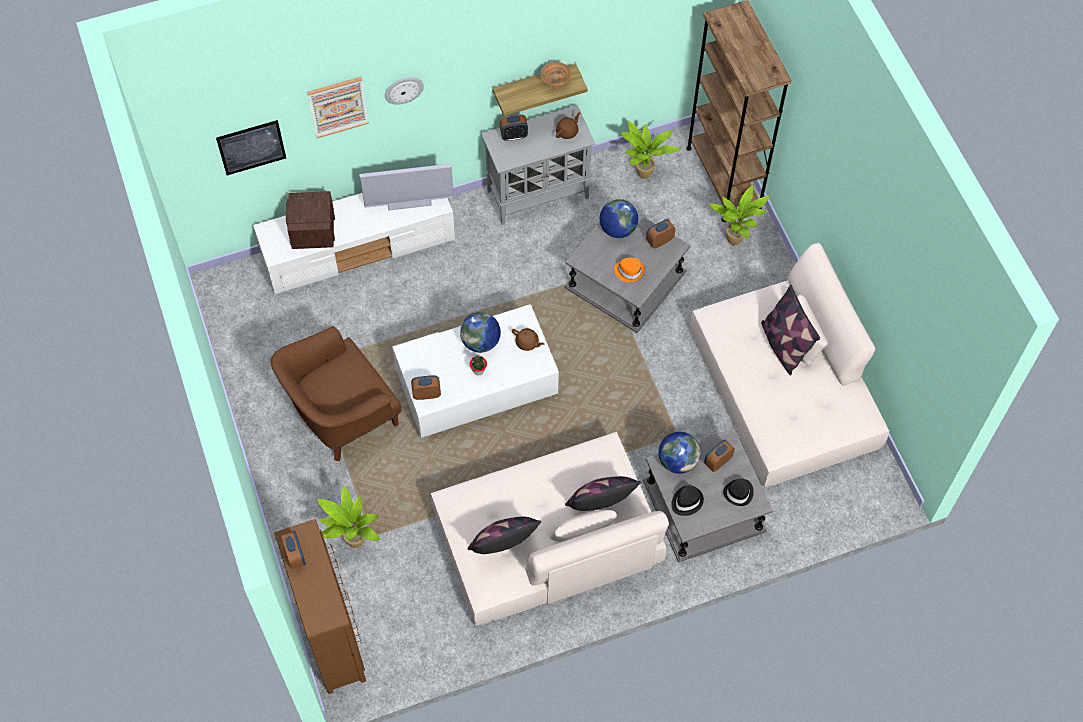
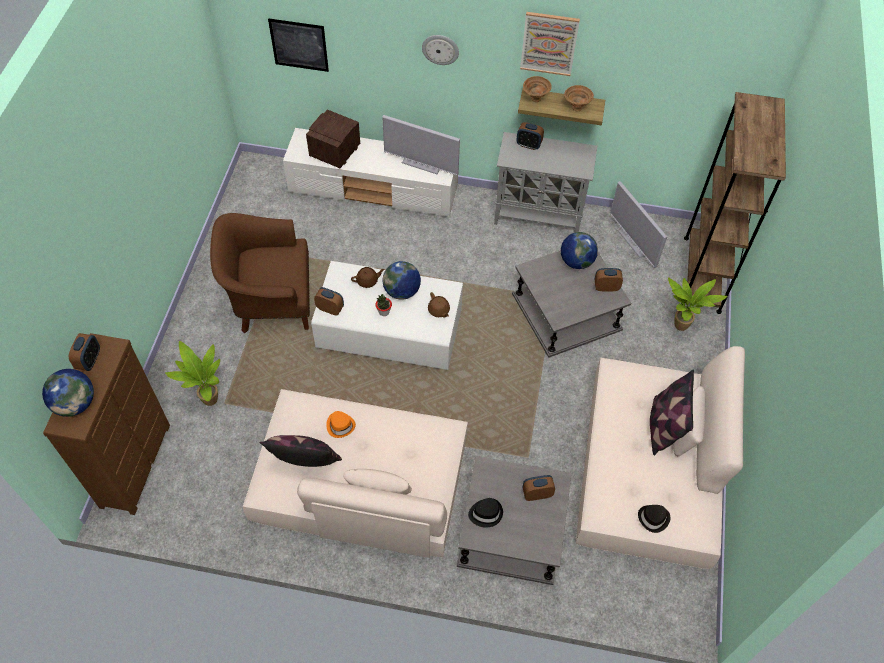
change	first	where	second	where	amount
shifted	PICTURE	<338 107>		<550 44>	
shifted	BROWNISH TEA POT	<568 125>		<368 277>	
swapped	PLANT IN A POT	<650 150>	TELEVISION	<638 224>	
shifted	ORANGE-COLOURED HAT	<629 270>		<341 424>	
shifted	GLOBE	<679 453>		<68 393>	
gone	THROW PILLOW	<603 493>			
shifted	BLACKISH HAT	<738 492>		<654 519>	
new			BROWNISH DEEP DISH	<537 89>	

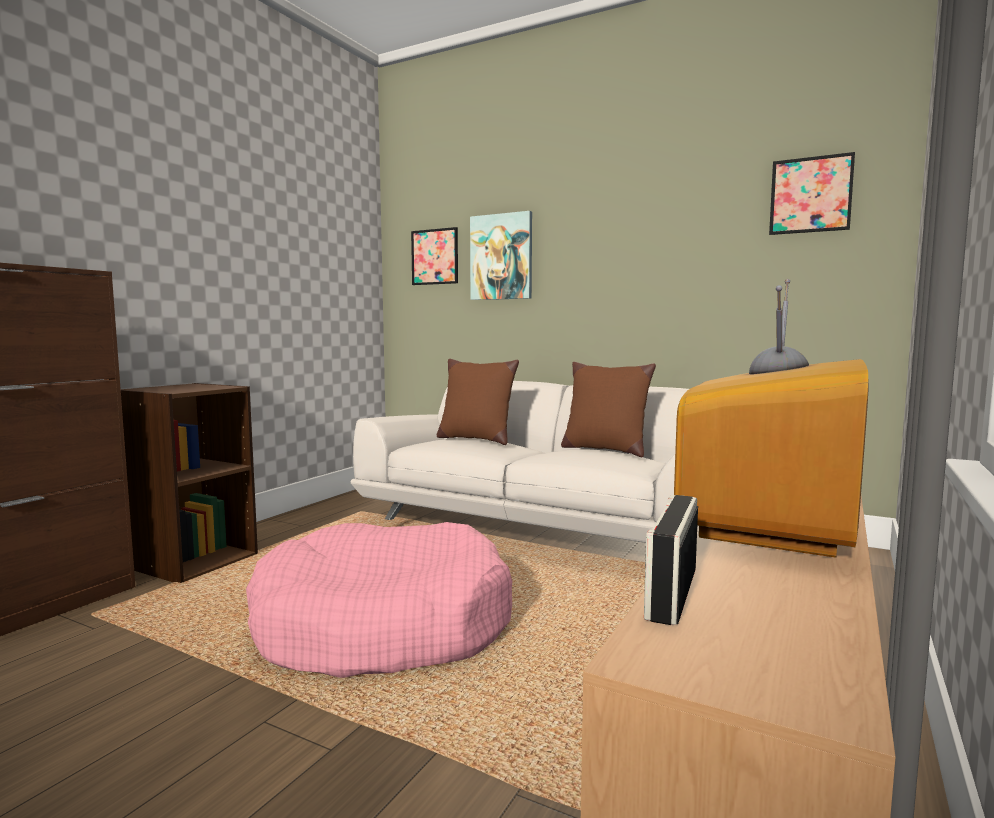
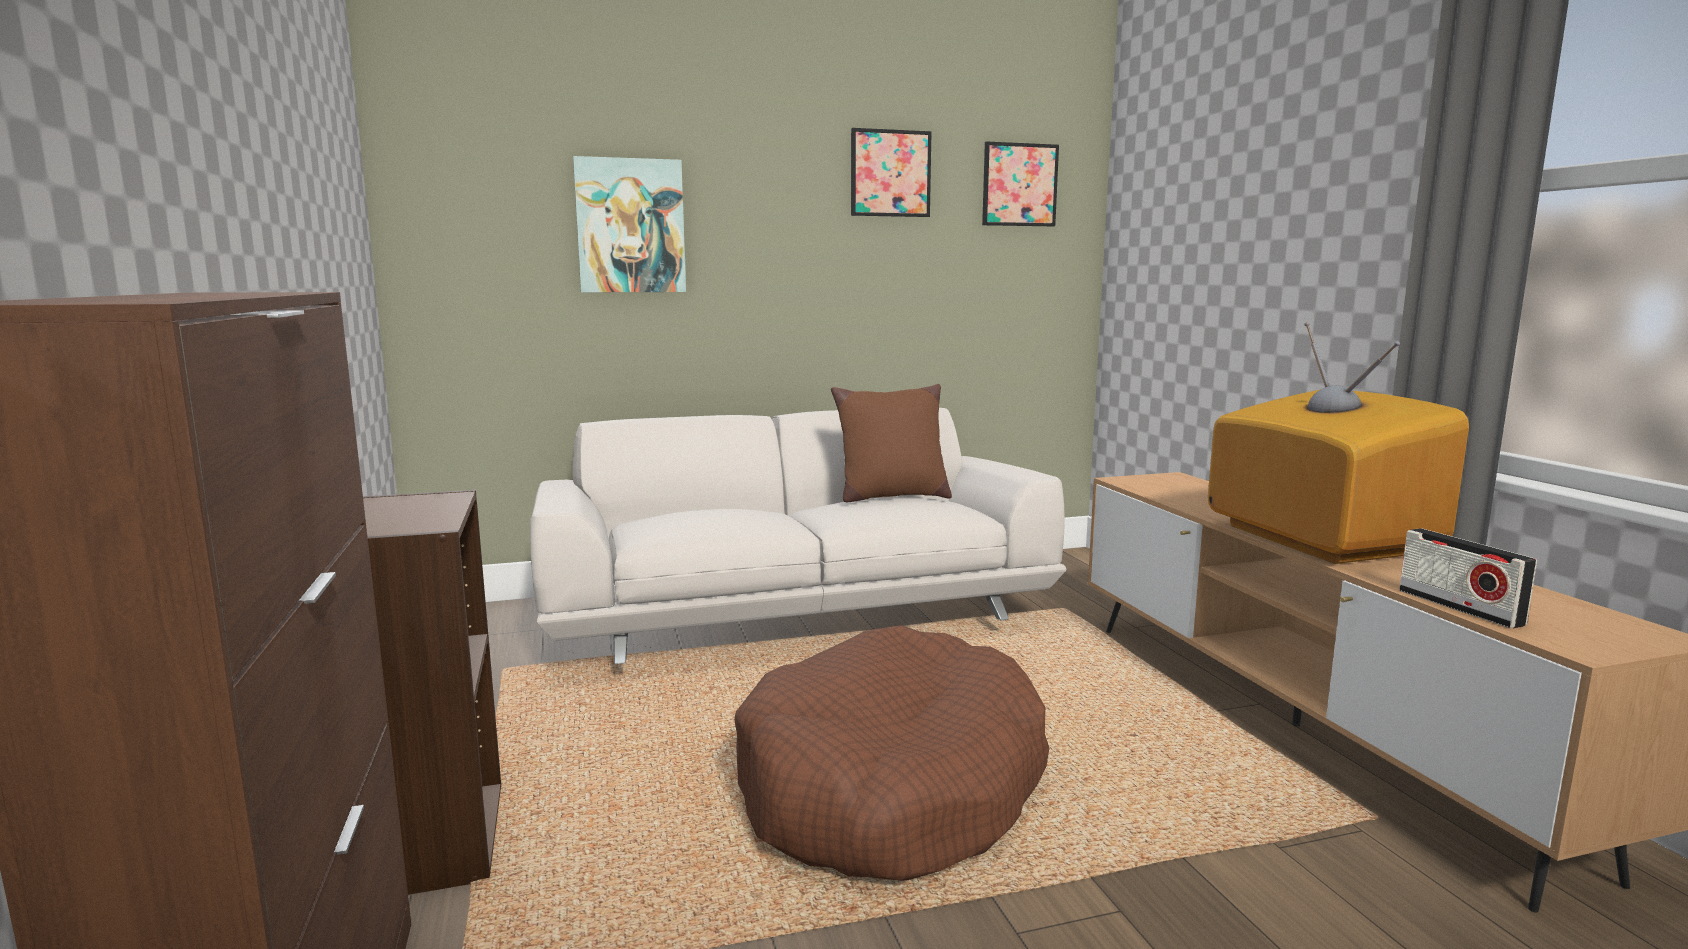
change	first	where	second	where	amount
shifted	PICTURE	<434 256>		<891 172>	
gone	BROWNISH THROW PILLOW	<478 402>			
repainted	PINK PET BED	<379 600>	BROWNISH PET BED	<891 753>	

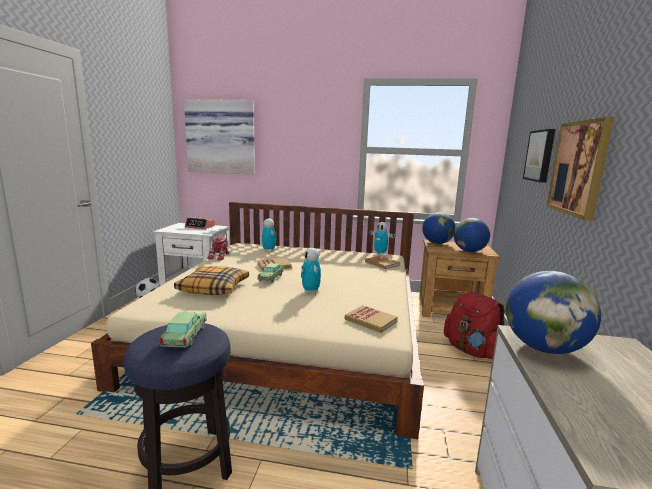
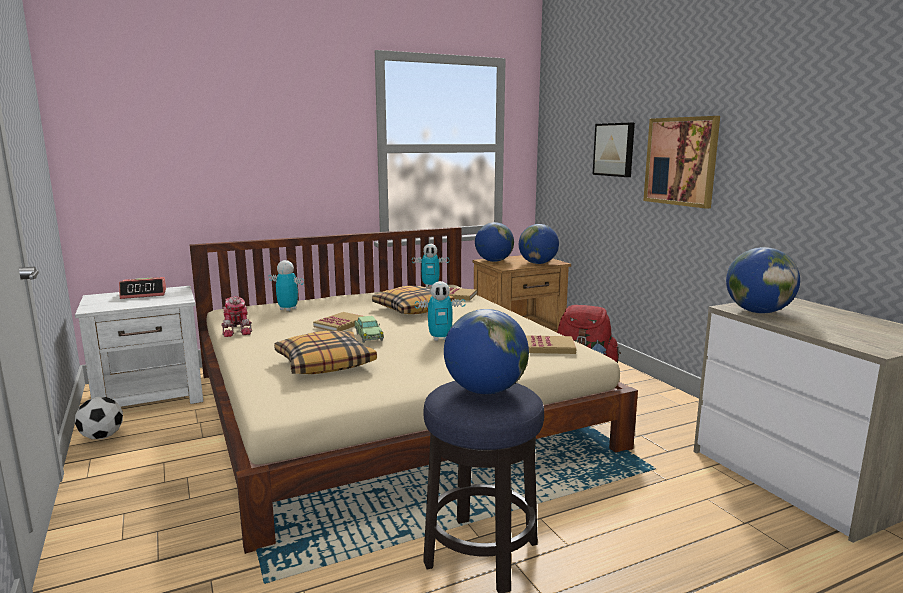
change	first	where	second	where	amount
gone	PICTURE	<219 137>			
rotated	MODEL ROBOT	<311 270>		<440 311>	45 degrees counterclockwise
swapped	MINIATURE CAR	<183 329>	GLOBE	<486 351>	
new			THROW PILLOW	<413 300>	

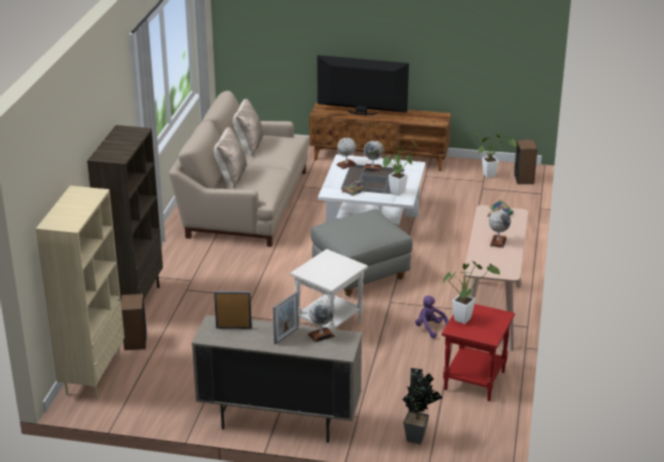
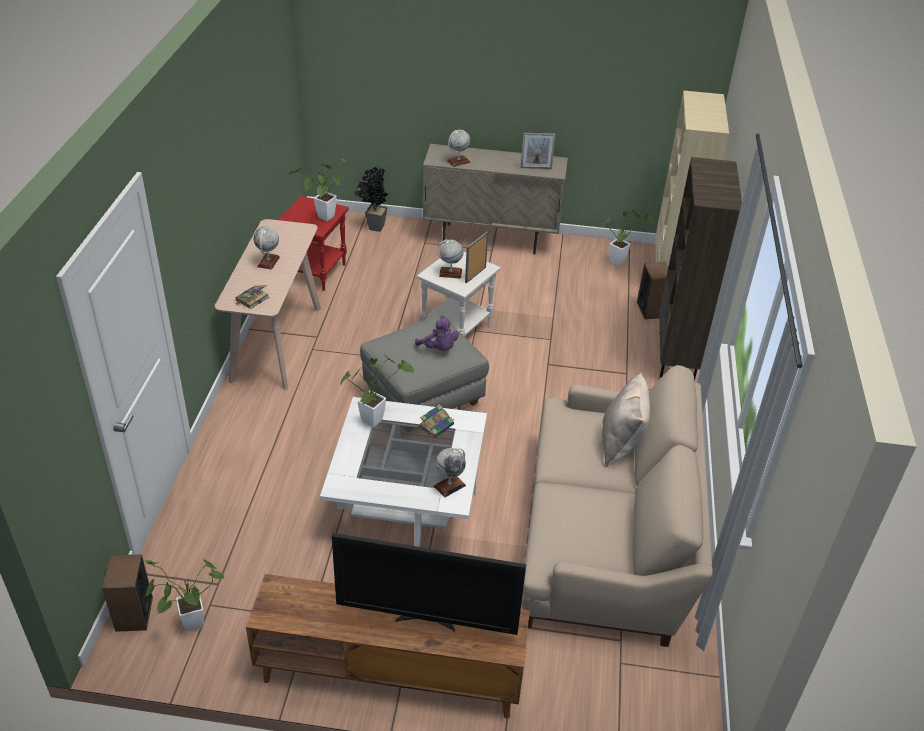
change	first	where	second	where	amount
gone	BEIGE-COLOURED THROW PILLOW	<248 127>			
shifted	GLOBE	<374 156>		<450 259>	
shifted	PHOTO FRAME	<286 318>		<476 257>	
shifted	PURPLISH PLUSH TOY	<432 317>		<437 333>	
new			PLANT IN A POT	<628 238>	

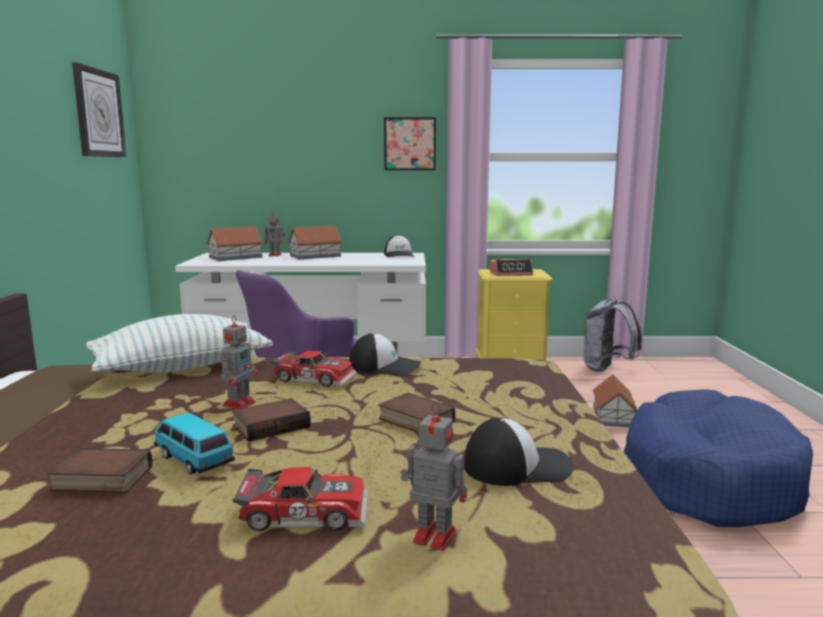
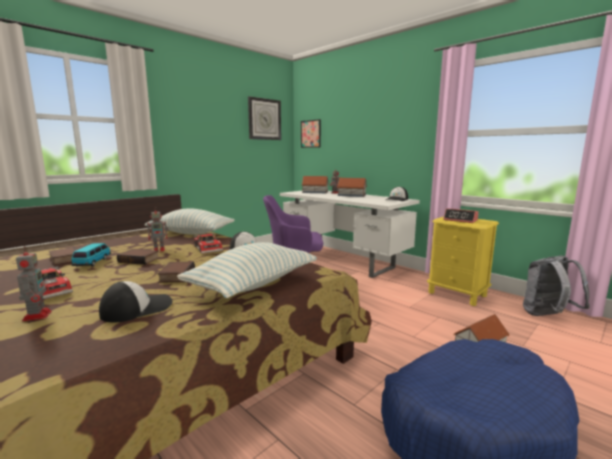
change	first	where	second	where	amount
shifted	PICTURE	<410 143>		<311 133>	
rotated	CAP	<519 452>		<135 302>	75 degrees counterclockwise
new			THROW PILLOW	<247 270>	

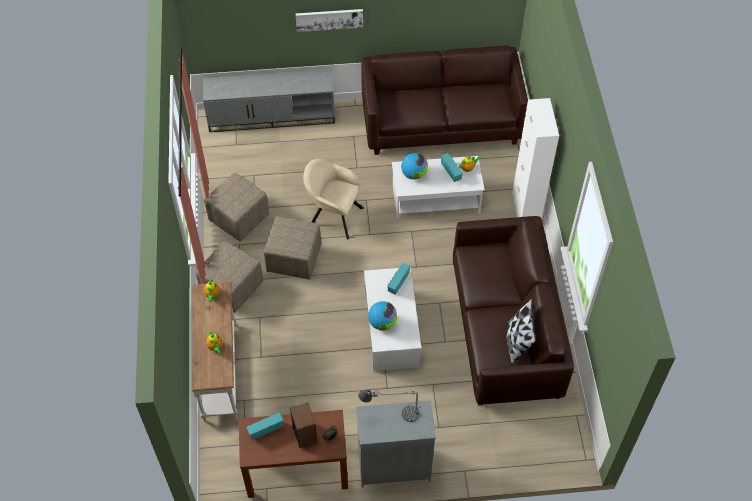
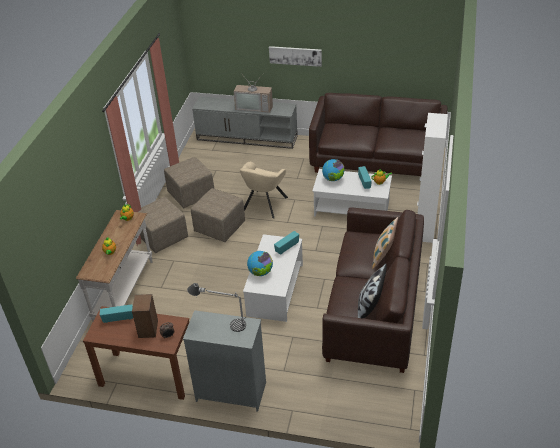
change	first	where	second	where	amount
rotated	BEIGE-COLOURED LOUNGE CHAIR	<333 199>		<264 190>	105 degrees counterclockwise
new			TELEVISION	<253 92>	
new			THROW PILLOW	<385 243>	

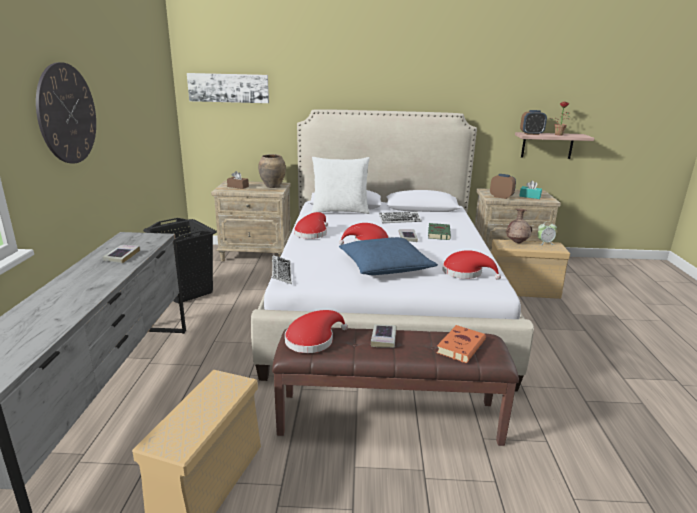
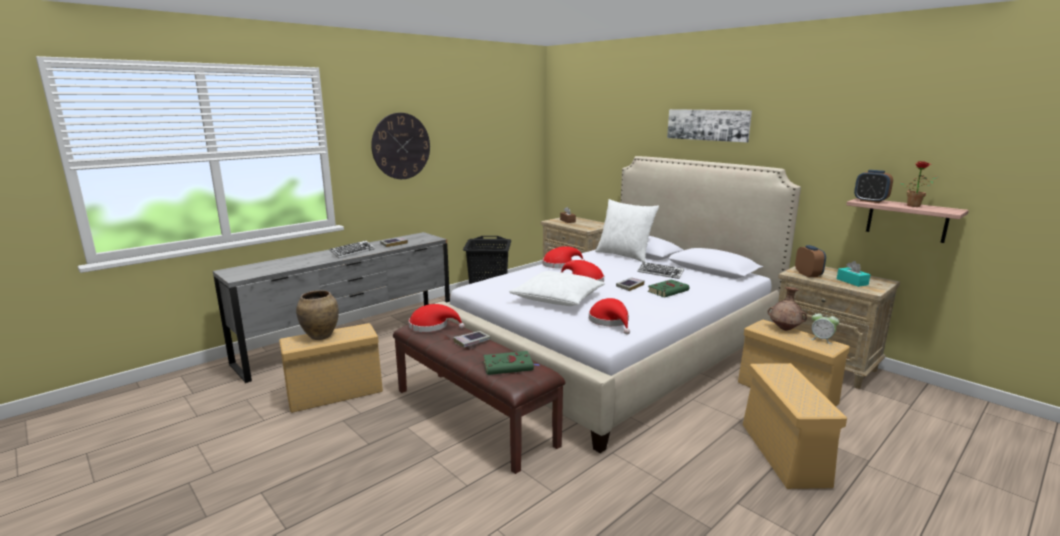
change	first	where	second	where	amount
shifted	PICTURE	<228 88>		<709 126>	
shifted	BROWNISH VASE	<272 171>		<317 315>	
repainted	BLUE-COLOURED THROW PILLOW	<388 256>	WHITE THROW PILLOW	<557 288>	
shifted	PC KEYBOARD	<282 269>		<352 249>	
repainted	ORANGE-COLOURED VOLUME	<461 344>	GREENISH VOLUME	<511 363>	
new			BEIGE-COLOURED STORAGE BIN	<795 426>	

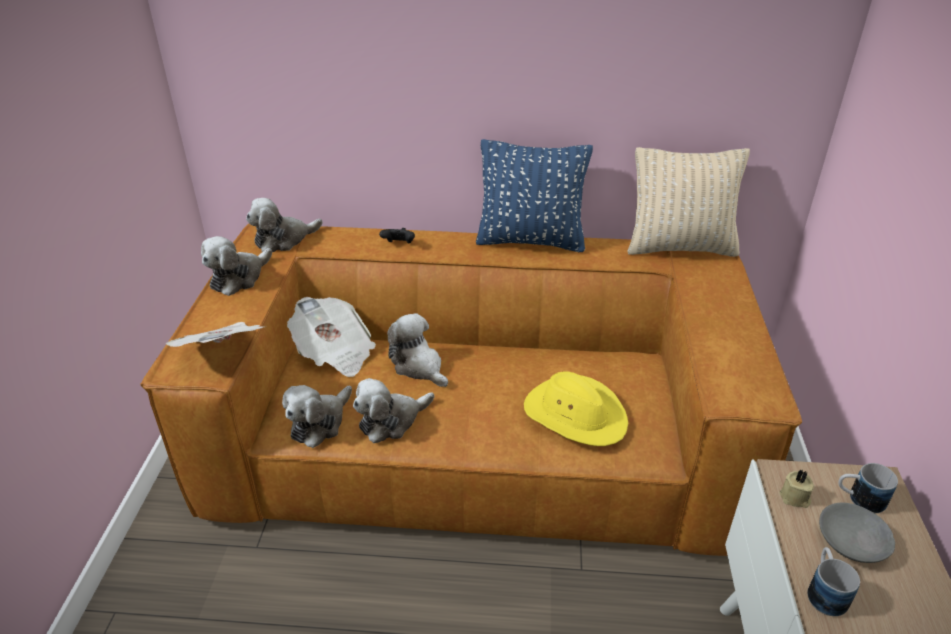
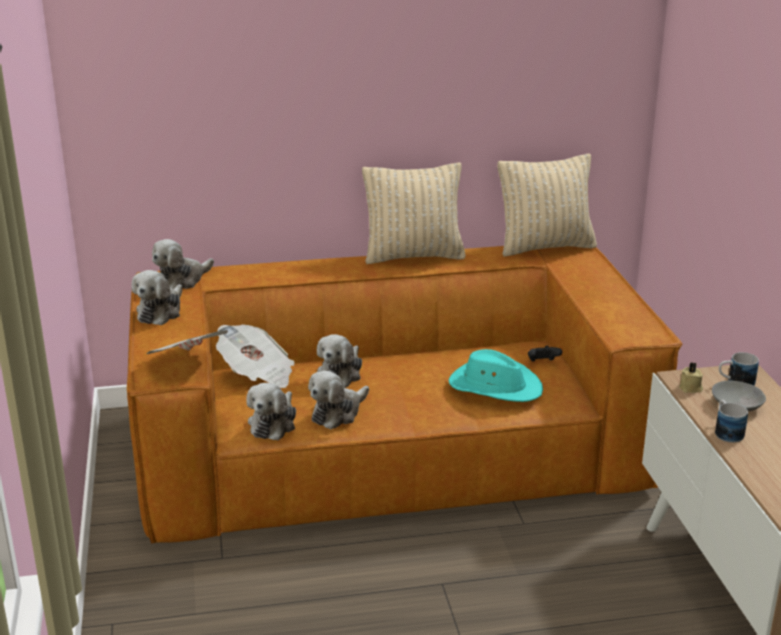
change	first	where	second	where	amount
repainted	BLUE-COLOURED THROW PILLOW	<534 195>	BEIGE-COLOURED THROW PILLOW	<414 213>	
shifted	BLACKISH JOYPAD	<397 235>		<545 353>	
rotated	PLUSH TOY	<417 350>		<339 361>	105 degrees counterclockwise
repainted	YELLOW HAT	<576 409>	TURQUOISE HAT	<496 375>	

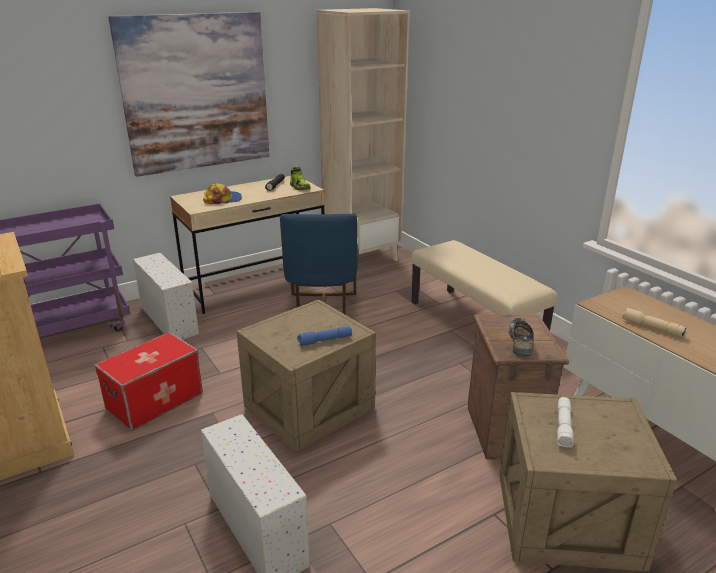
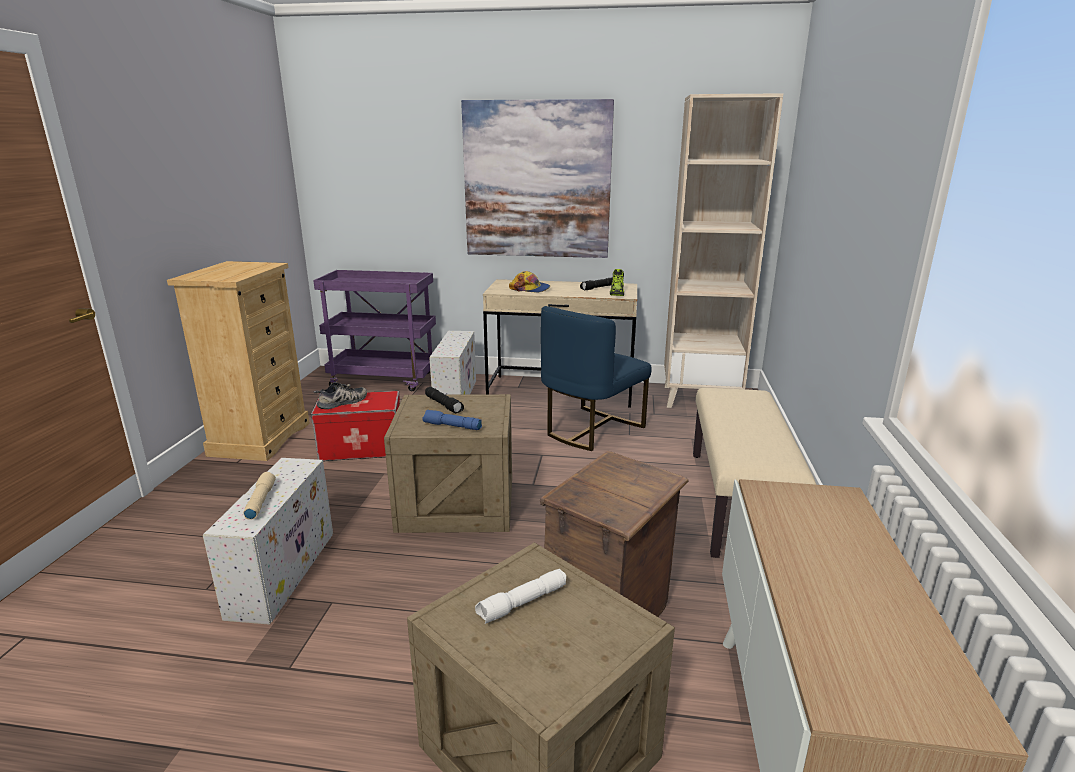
change	first	where	second	where	amount
shifted	BEIGE-COLOURED TORCH	<654 322>		<259 495>	
shifted	LOW SHOE	<521 337>		<340 395>	
new			BLACKISH TORCH	<444 400>	

